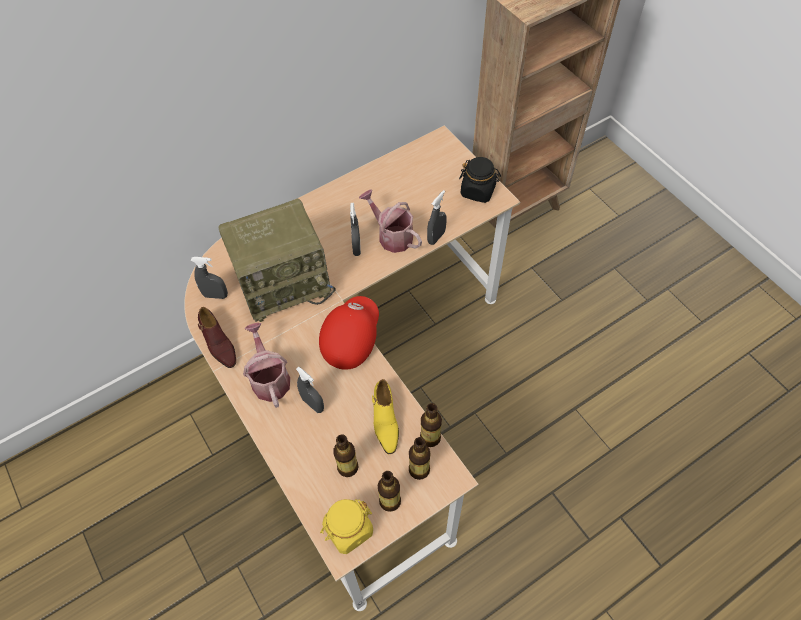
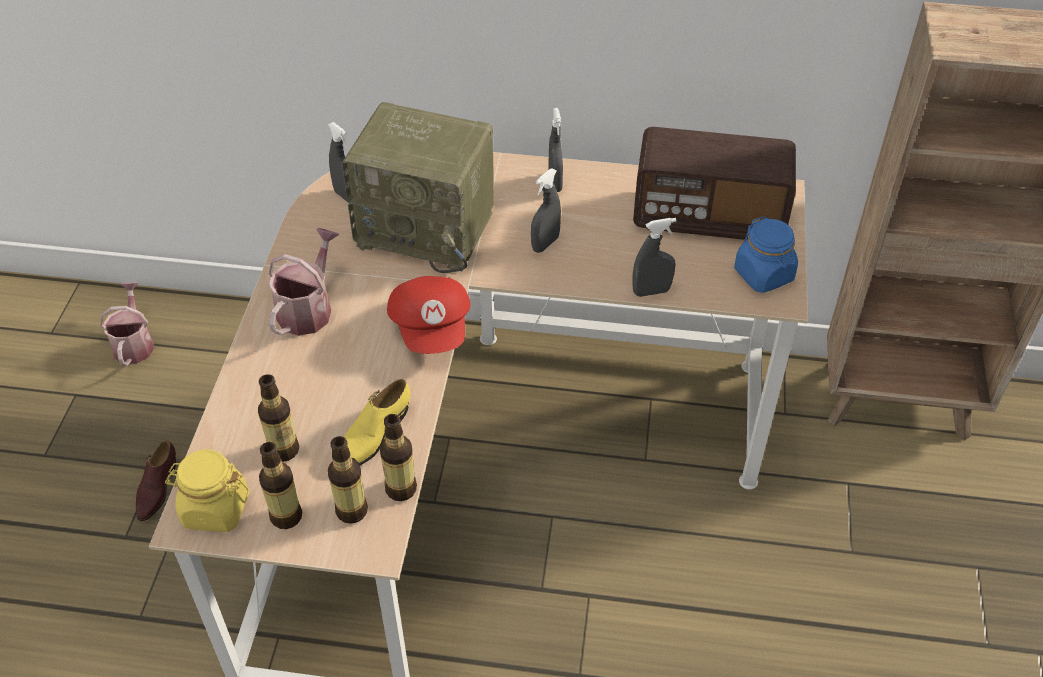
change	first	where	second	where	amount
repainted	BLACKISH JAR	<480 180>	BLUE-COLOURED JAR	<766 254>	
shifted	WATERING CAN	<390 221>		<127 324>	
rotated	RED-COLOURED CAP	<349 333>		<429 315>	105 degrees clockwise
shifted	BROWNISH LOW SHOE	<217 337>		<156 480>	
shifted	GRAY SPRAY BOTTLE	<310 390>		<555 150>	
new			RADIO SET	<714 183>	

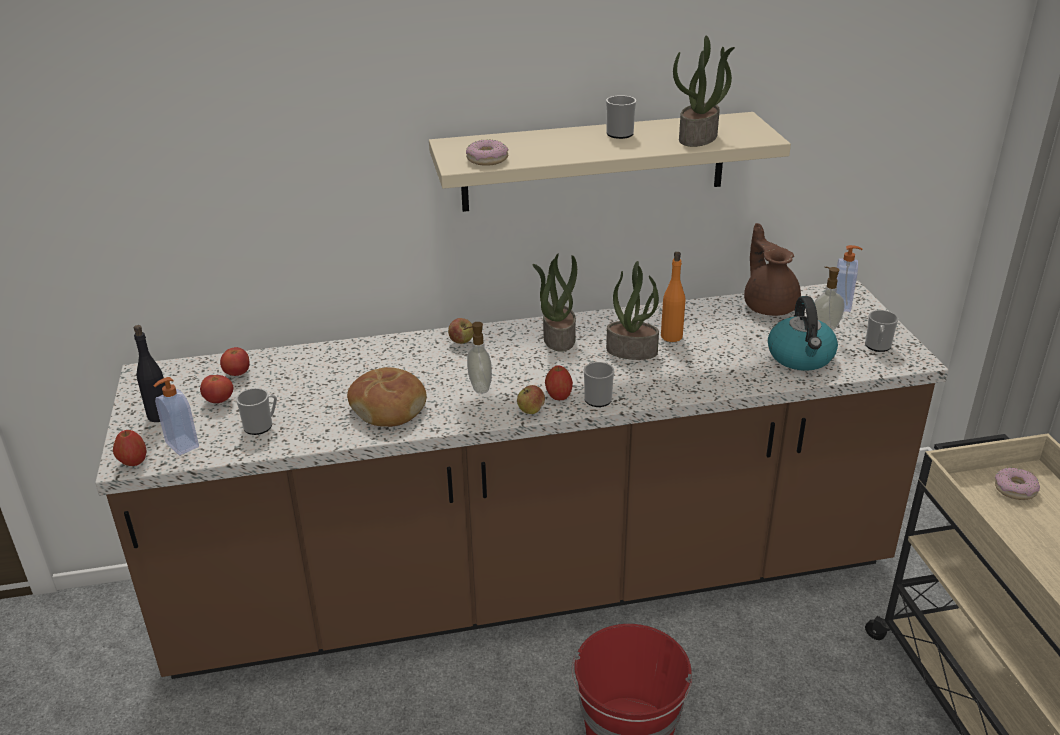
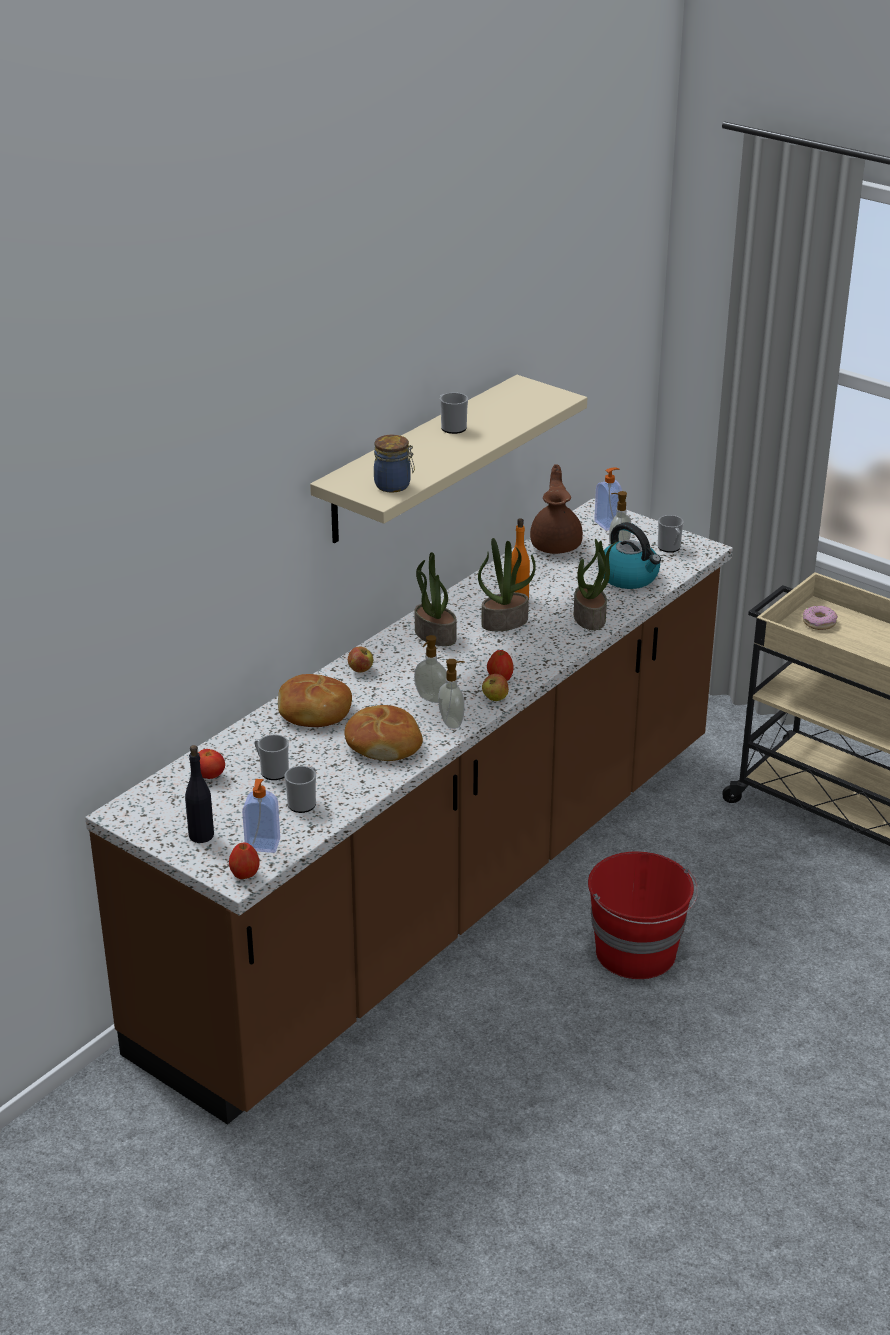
change	first	where	second	where	amount
shifted	PLANT IN A POT	<704 91>		<596 584>	
swapped	DOUGHNUT	<487 152>	JAR	<394 464>	
rotated	BROWNISH TEA POT	<772 269>		<556 509>	60 degrees clockwise
shifted	COFFEE MUG	<599 384>		<271 757>	
gone	FRESH TOMATO	<216 389>			
new			SOAP DISPENSER	<451 694>	
new			BREAD	<315 700>	

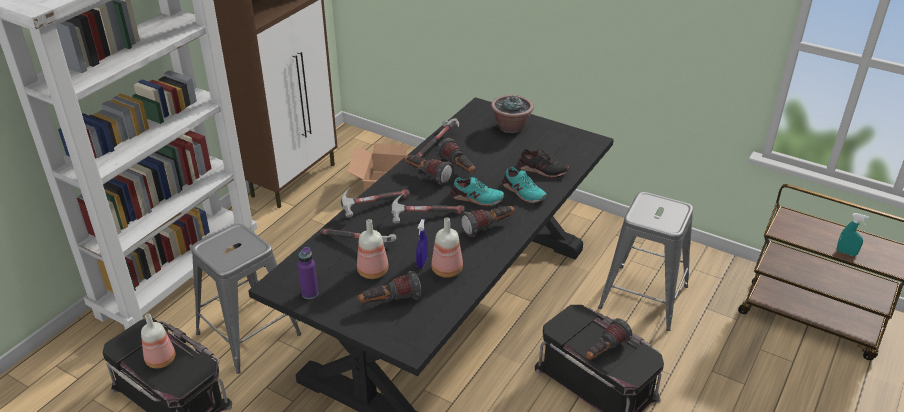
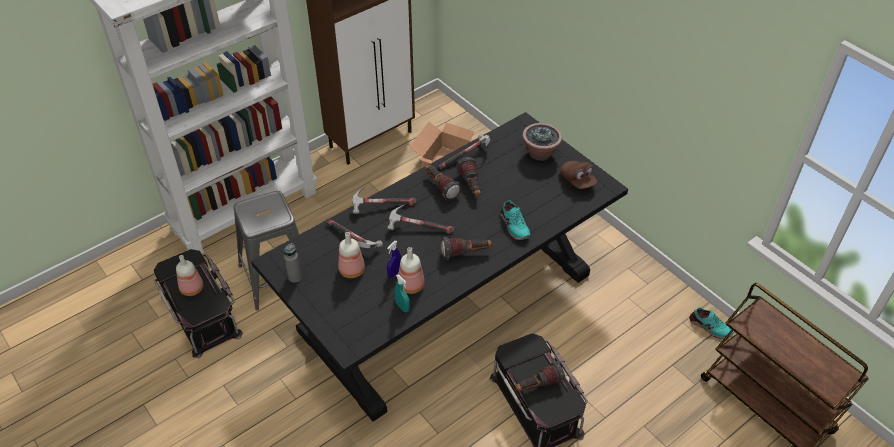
change	first	where	second	where	amount
gone	BLACKISH LOW SHOE	<543 163>			
shifted	TURQUOISE LOW SHOE	<477 192>		<711 323>	
gone	GRAY STOOL	<645 261>			
shifted	TURQUOISE SPRAY BOTTLE	<853 234>		<402 293>	
repainted	PURPLISH BOTTLE	<308 273>	GRAY BOTTLE	<293 263>	
gone	TORCH	<389 287>			
new			BROWNISH CAP	<579 175>	

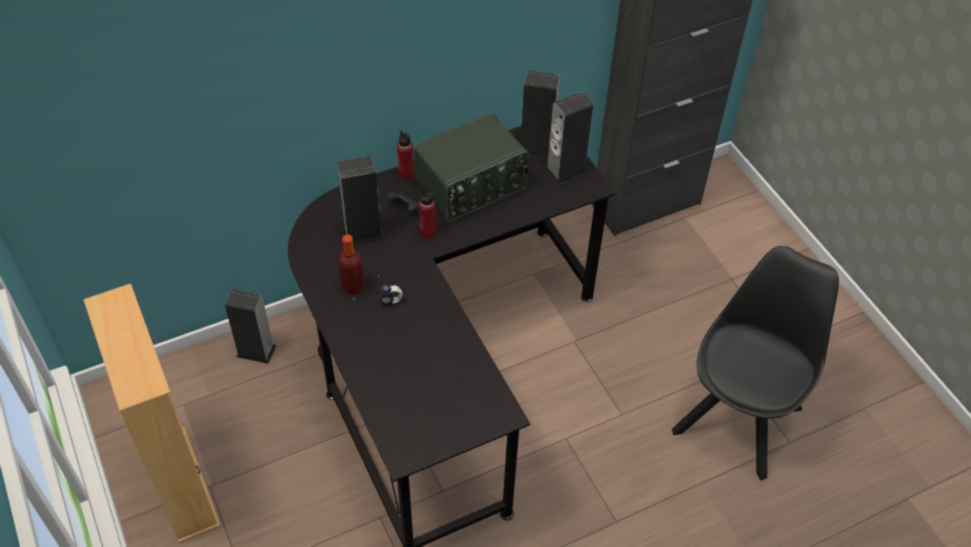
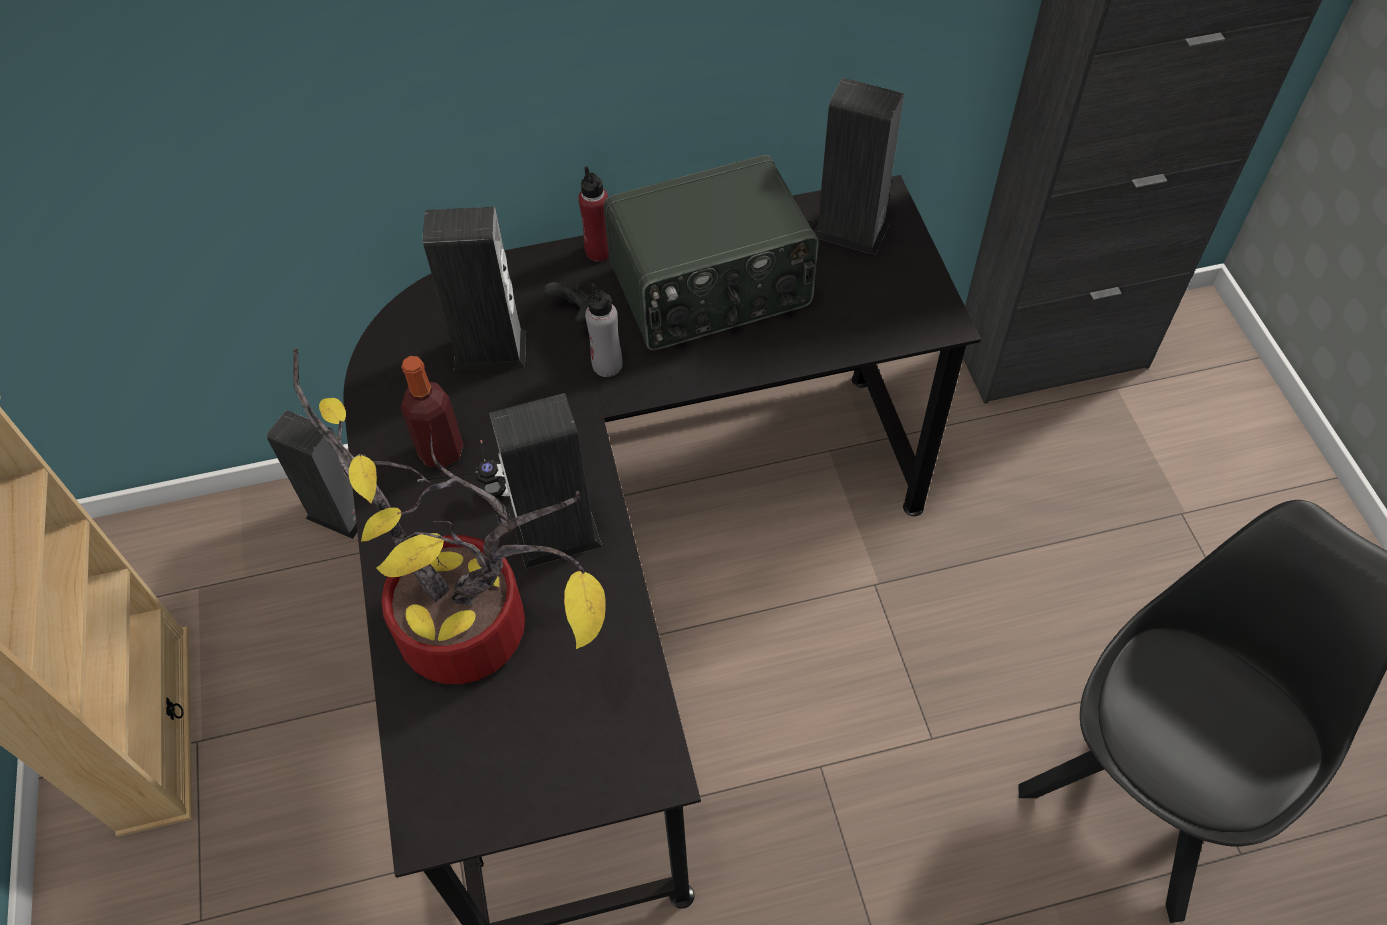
change	first	where	second	where	amount
shifted	SPEAKER	<568 138>		<545 480>	
repainted	RED-COLOURED BOTTLE	<427 213>	GRAY BOTTLE	<603 330>	
new			PLANT IN A POT	<449 516>	

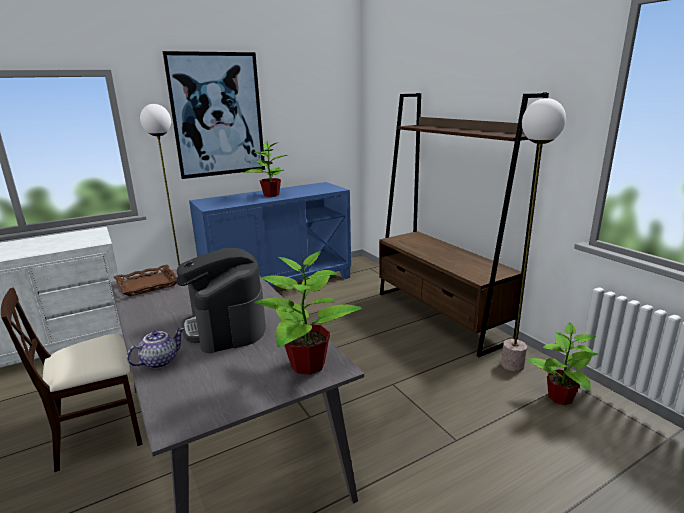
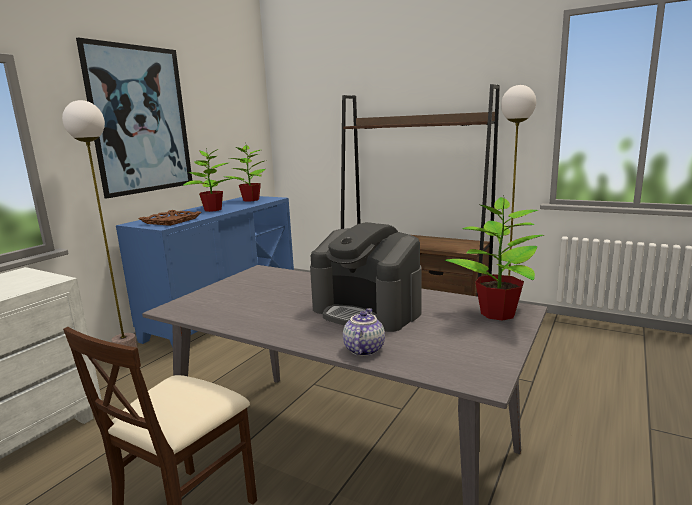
change	first	where	second	where	amount
shifted	BROWNISH CARRYING TRAY	<145 280>		<170 218>	
shifted	PLANT IN A POT	<562 363>		<245 173>	

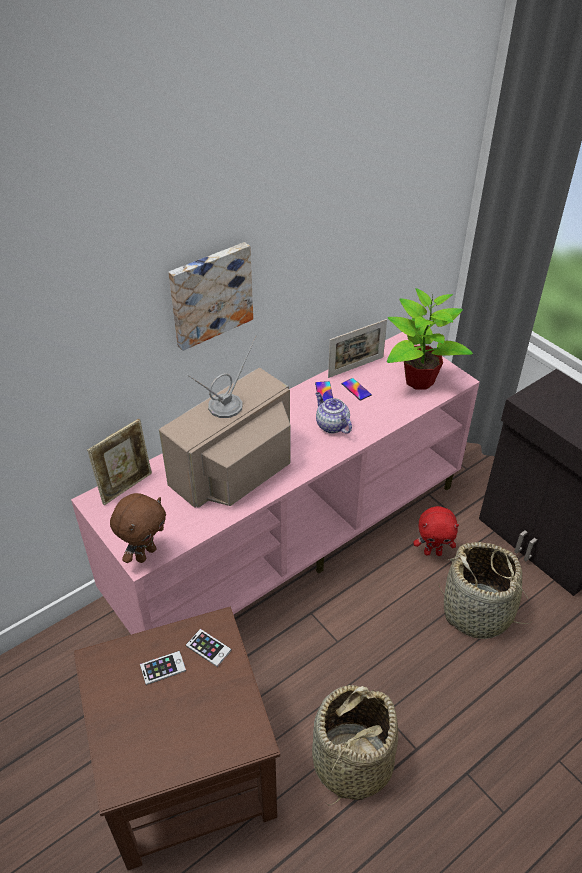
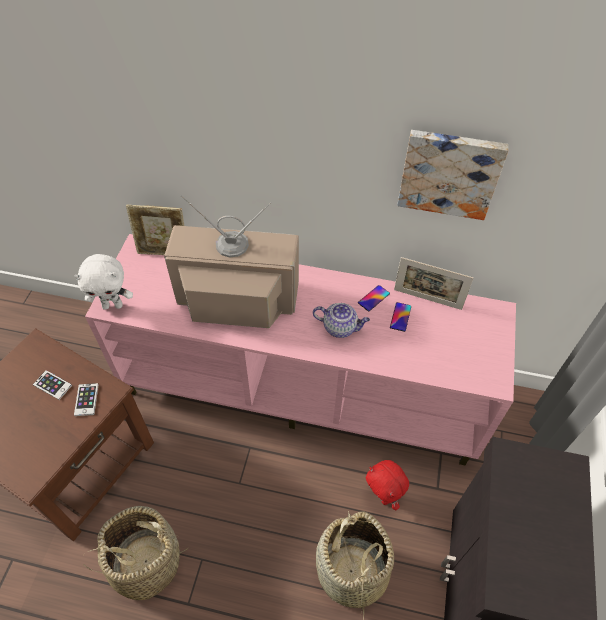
change	first	where	second	where	amount
shifted	PICTURE	<210 296>		<453 175>	
gone	PLANT IN A POT	<430 338>			
rotated	TEA POT	<333 413>		<341 320>	90 degrees clockwise
repainted	BROWNISH PLUSH TOY	<138 528>	WHITE PLUSH TOY	<103 282>	

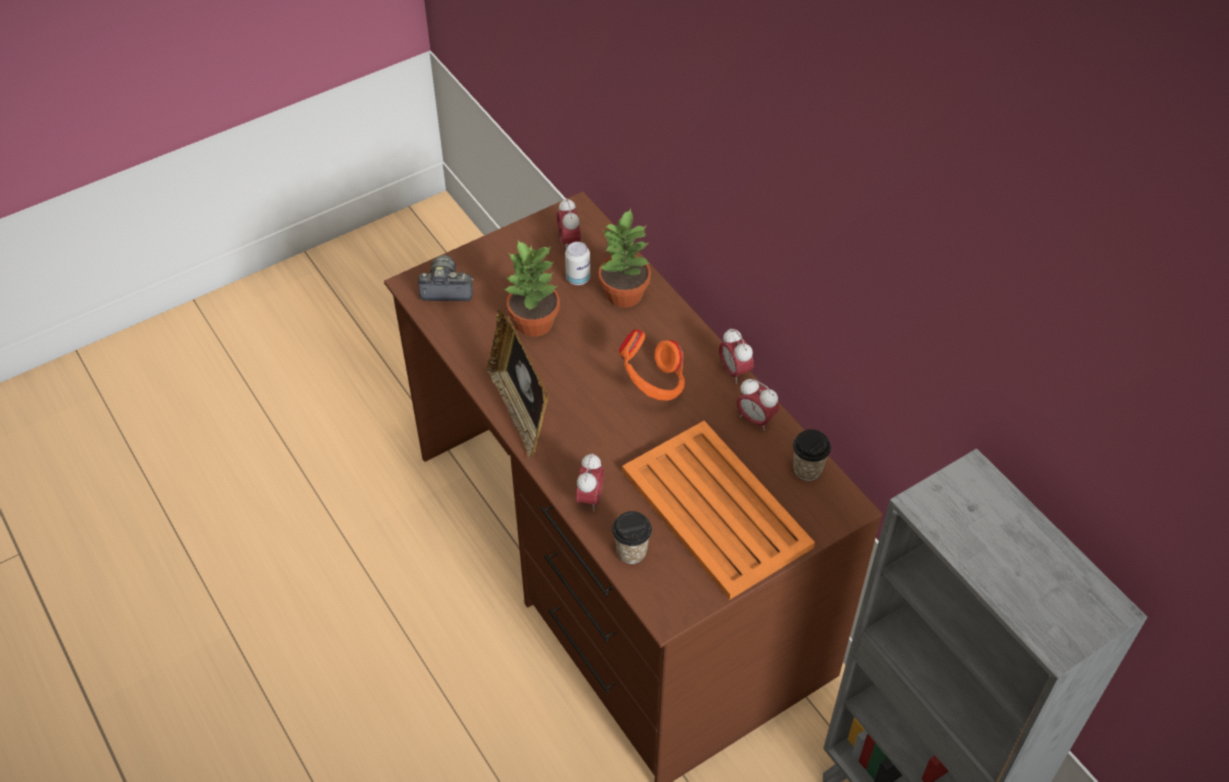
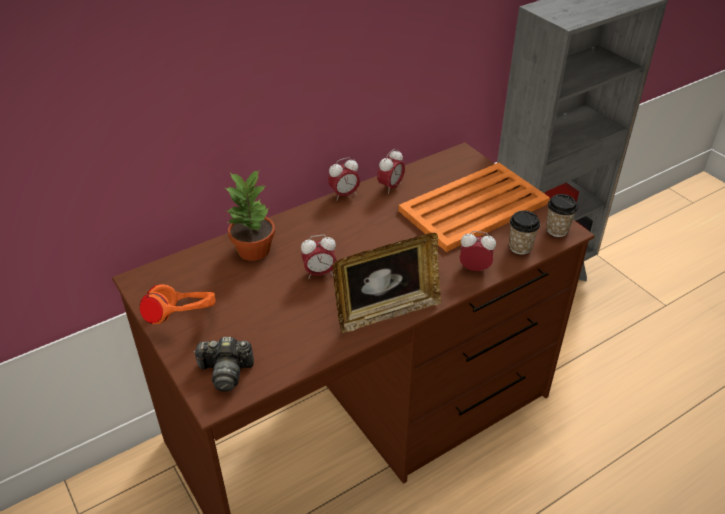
change	first	where	second	where	amount
shifted	TABLE CLOCK	<569 223>		<319 257>	
gone	PLANT IN A POT	<531 288>			
gone	METAL CAN	<577 263>			
rotated	PHOTO CAMERA	<446 278>		<224 364>	90 degrees counterclockwise
shifted	ORANGE-COLOURED HEADPHONES	<652 365>		<178 304>	
shifted	CUP	<812 455>		<562 215>	

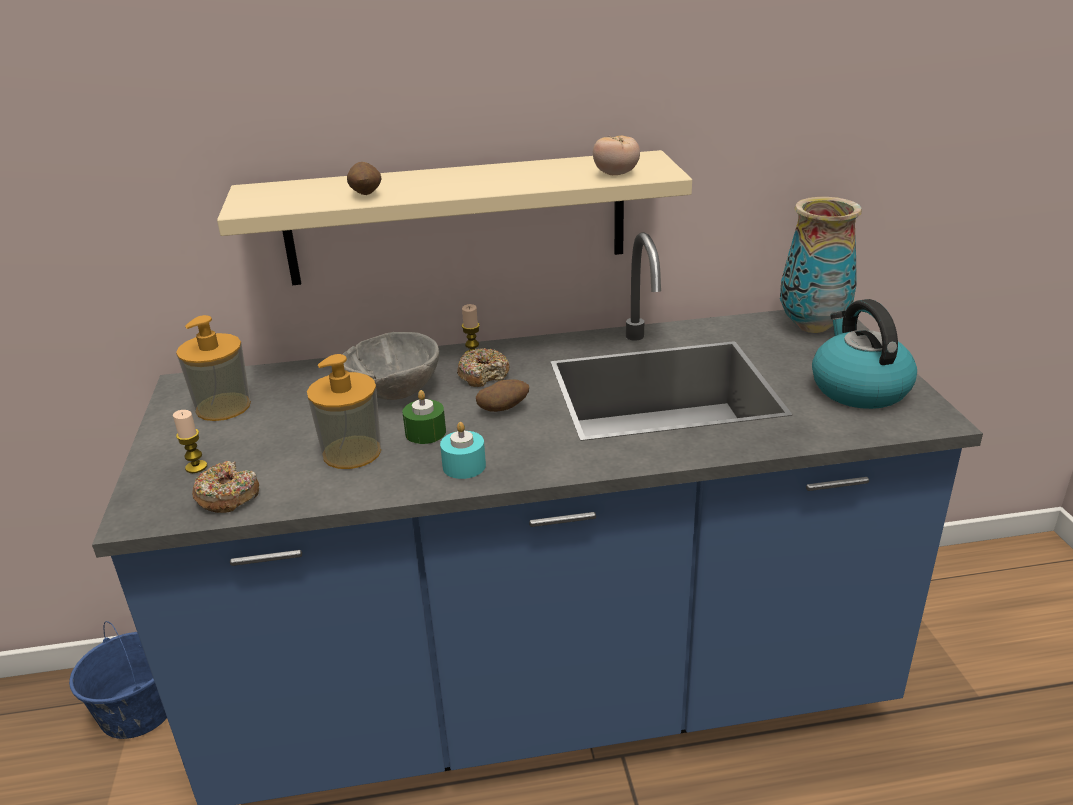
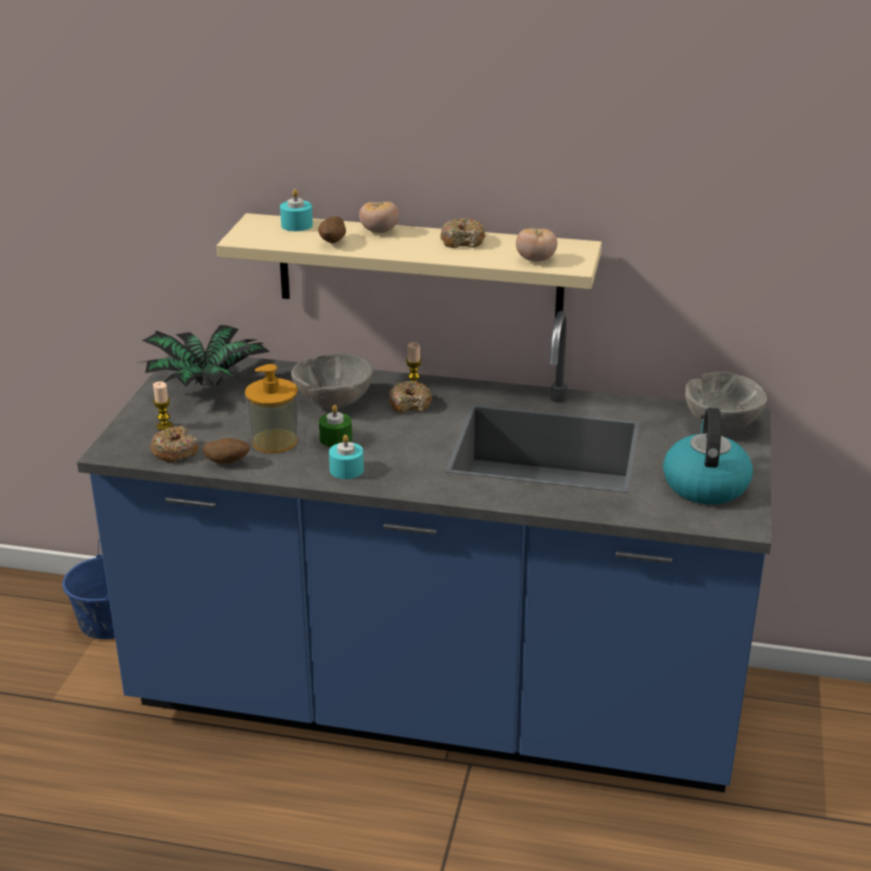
change	first	where	second	where	amount
swapped	VASE	<821 265>	GRAY DEEP DISH	<726 401>	
swapped	SOAP DISPENSER	<213 368>	PLANT IN A POT	<204 356>	
shifted	WHOLE POTATO	<502 395>		<226 450>	
new			TURQUOISE CANDLE	<296 210>	
new			FRESH TOMATO	<379 217>	
new			DOUGHNUT	<463 233>	

